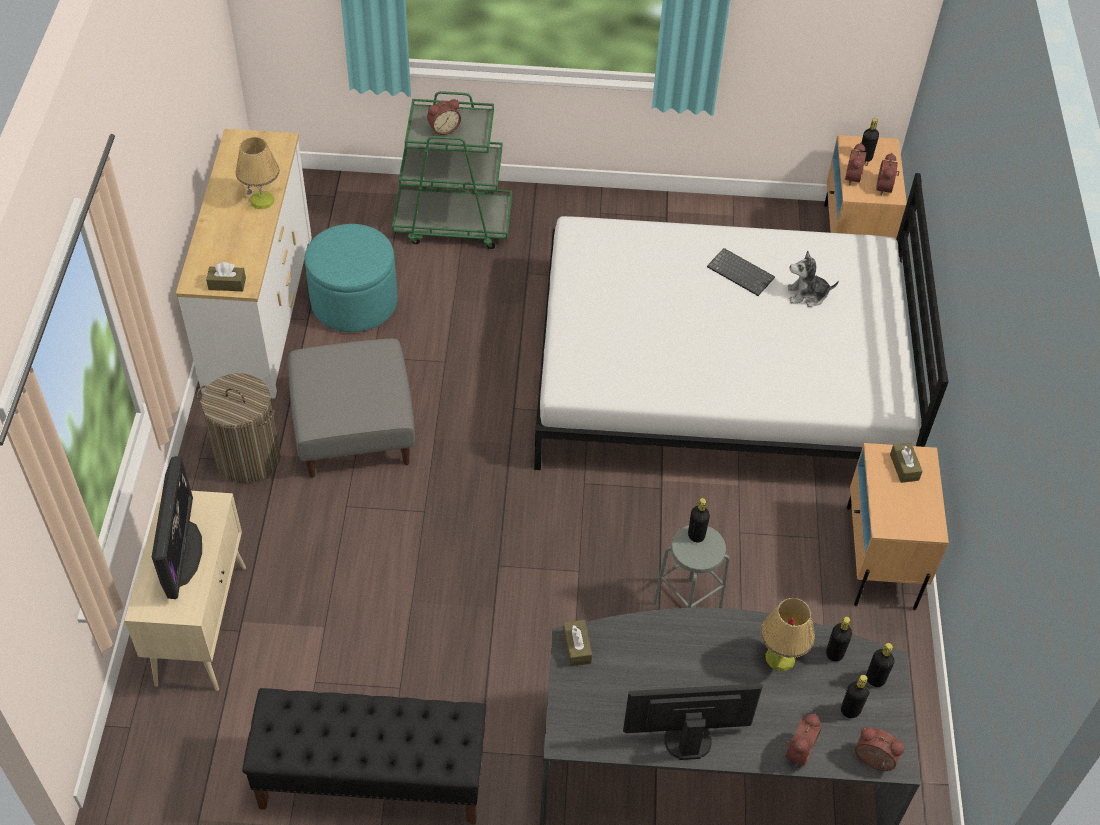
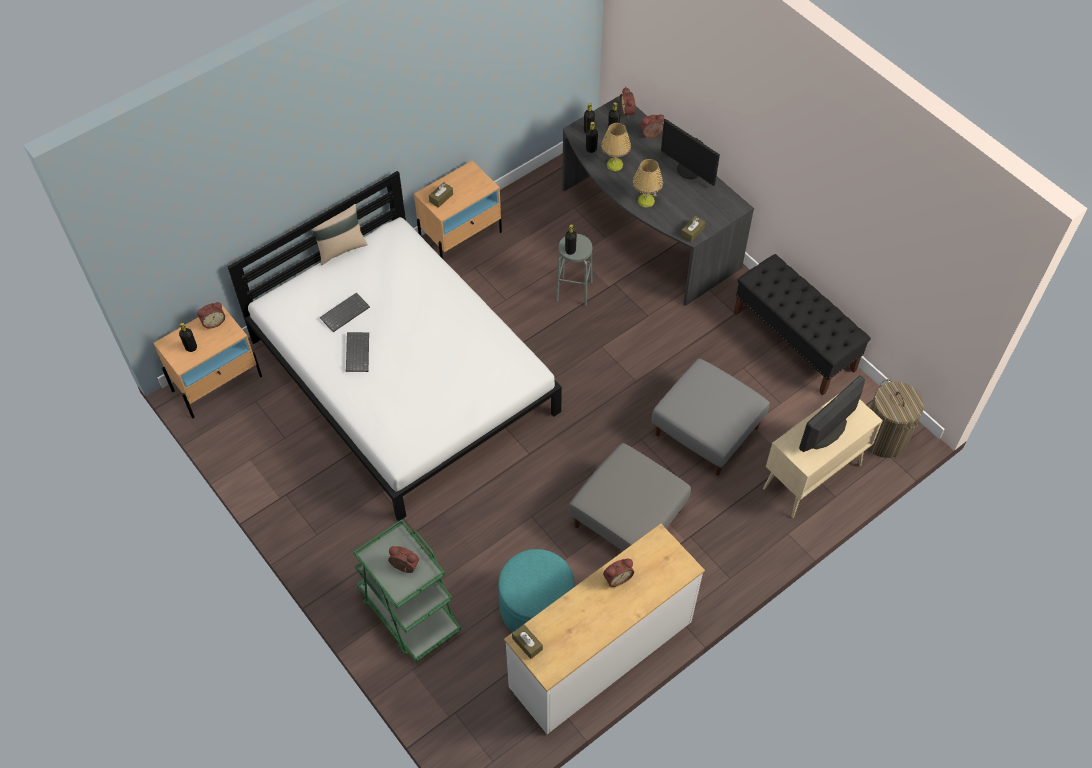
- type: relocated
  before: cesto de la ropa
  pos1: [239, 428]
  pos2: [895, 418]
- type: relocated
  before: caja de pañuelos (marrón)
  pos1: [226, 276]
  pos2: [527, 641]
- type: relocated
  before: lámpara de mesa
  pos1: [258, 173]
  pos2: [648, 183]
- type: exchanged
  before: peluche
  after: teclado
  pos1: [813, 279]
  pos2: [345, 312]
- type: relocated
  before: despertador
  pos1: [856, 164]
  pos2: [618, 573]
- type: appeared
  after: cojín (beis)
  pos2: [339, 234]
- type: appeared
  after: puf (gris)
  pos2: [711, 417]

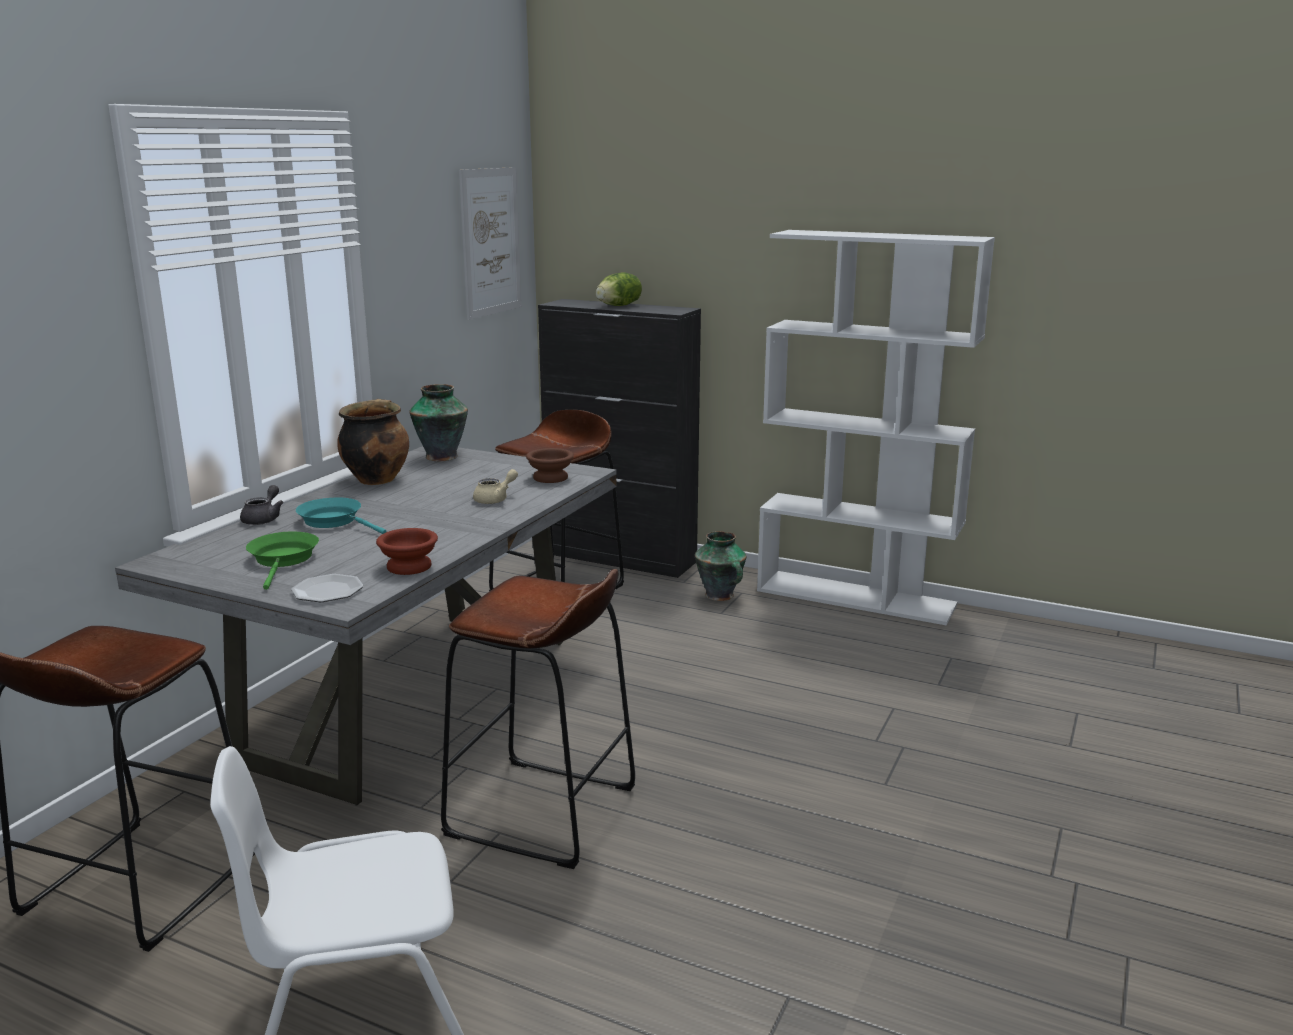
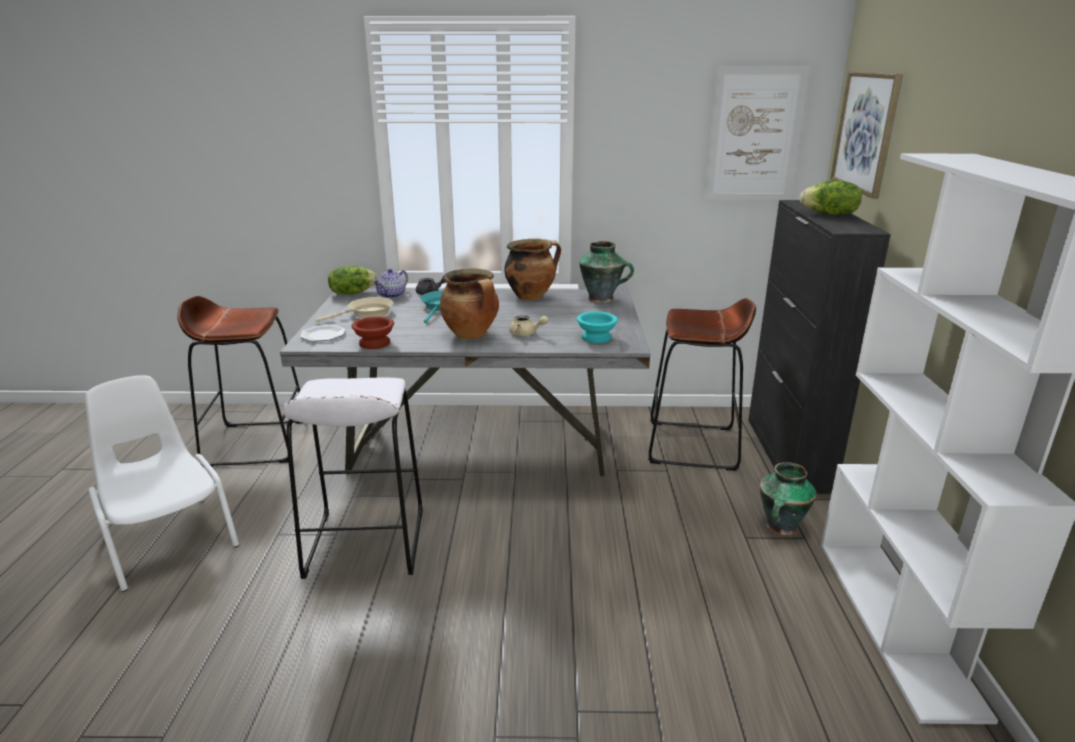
- type: colour
  before: sartén (verde)
  after: sartén (beis)
  pos1: [282, 560]
  pos2: [354, 309]
- type: colour
  before: taburete (marrón)
  after: taburete (blanco)
  pos1: [538, 719]
  pos2: [353, 478]
- type: colour
  before: cuenco (marrón)
  after: cuenco (turquesa)
  pos1: [550, 465]
  pos2: [597, 327]
- type: appeared
  after: lechuga
  pos2: [352, 280]
- type: appeared
  after: tetera
  pos2: [390, 283]
- type: appeared
  after: olla
  pos2: [469, 304]
- type: appeared
  after: cuadro
  pos2: [866, 135]

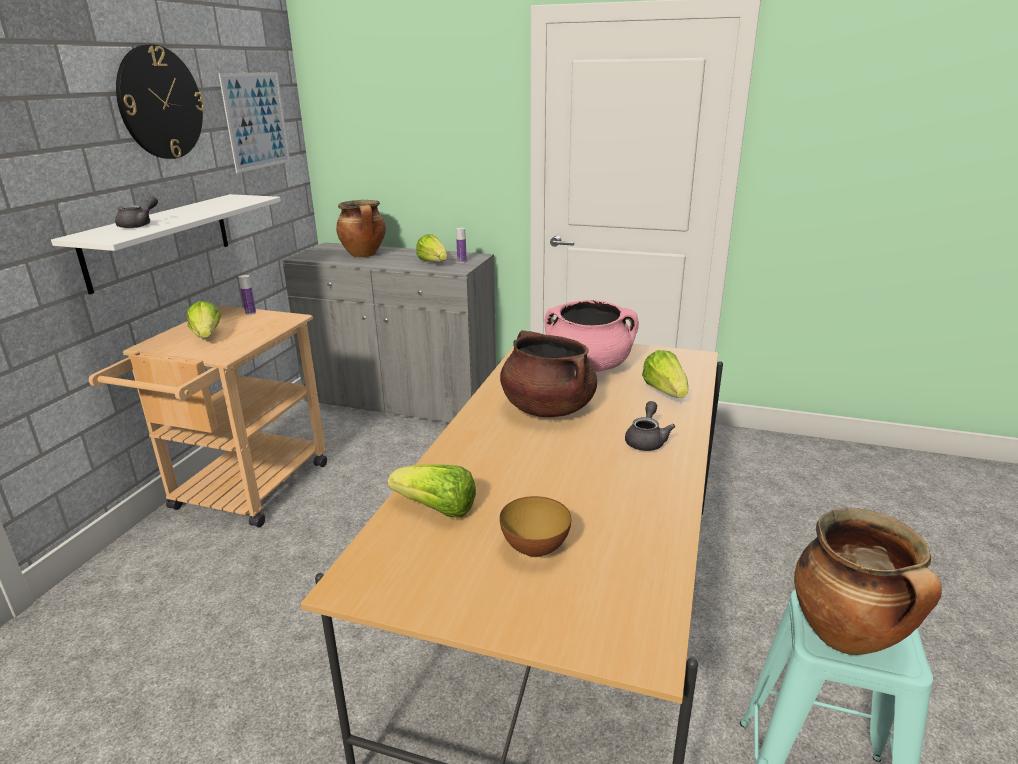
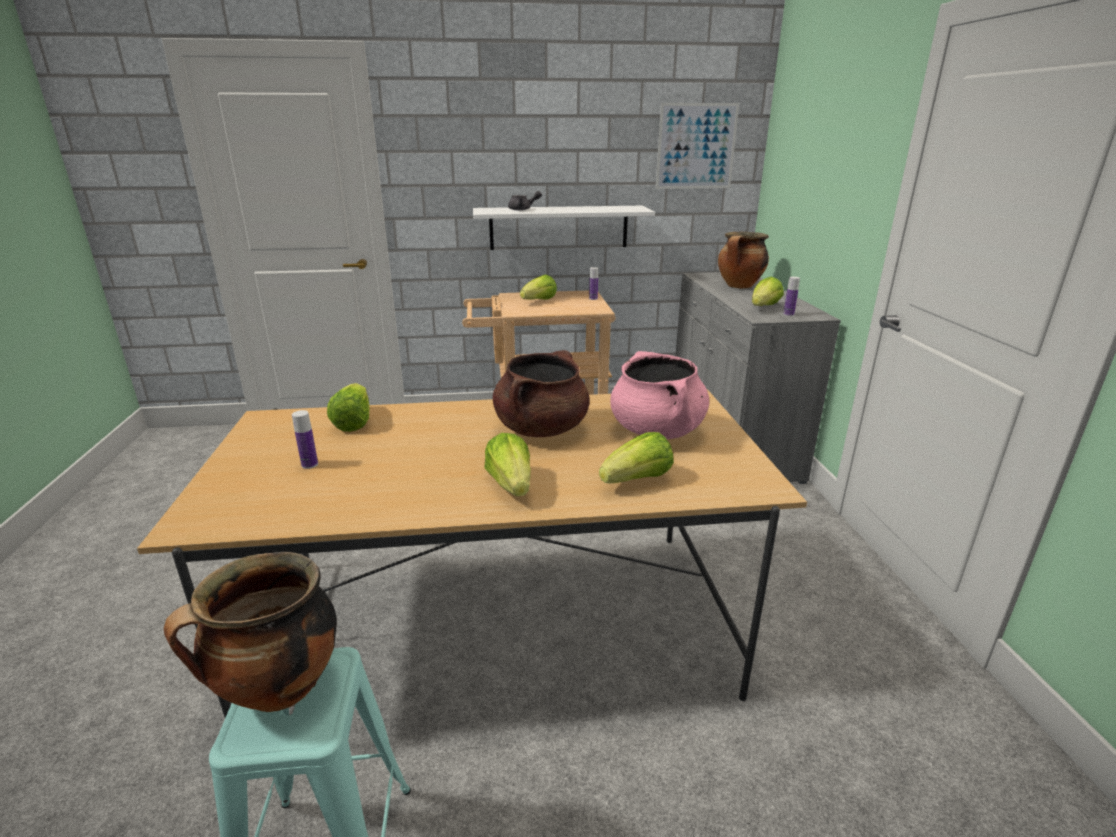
- type: missing
  before: reloj de pared
  pos1: [160, 101]
- type: exchanged
  before: cuenco
  after: botella
  pos1: [535, 526]
  pos2: [305, 439]
- type: exchanged
  before: tetera (gris)
  after: lechuga
  pos1: [650, 426]
  pos2: [507, 464]

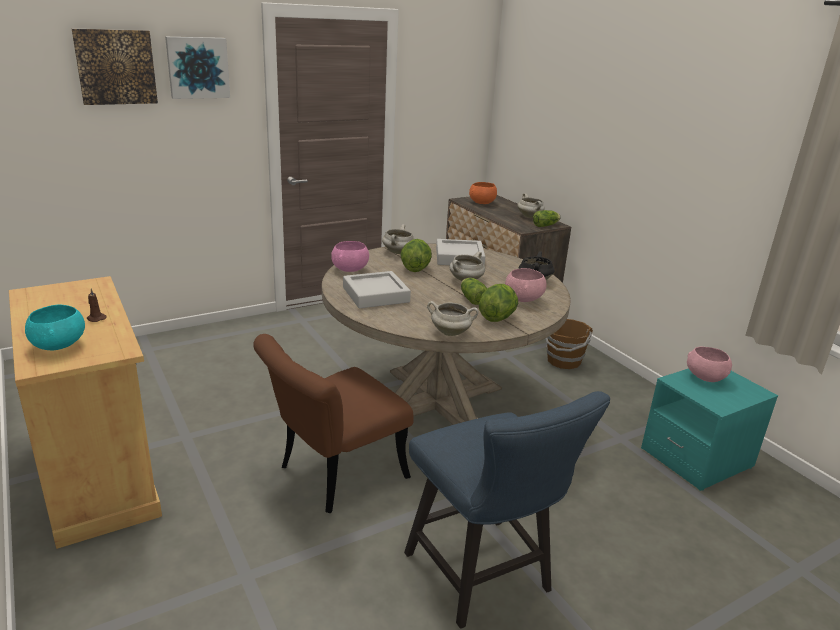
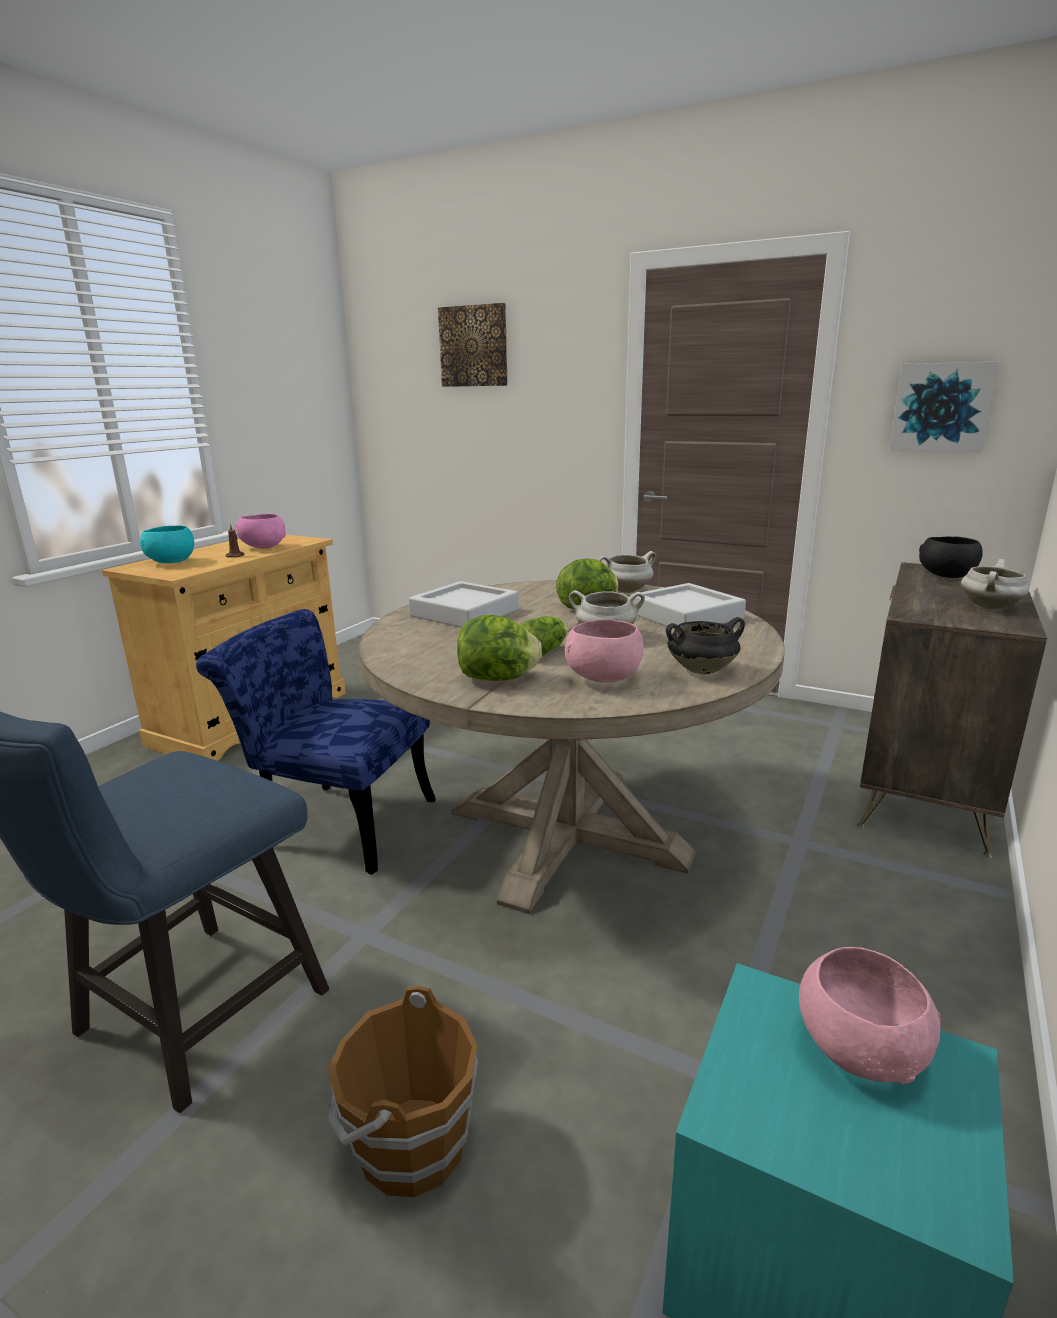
- type: relocated
  before: cuadro
  pos1: [197, 68]
  pos2: [944, 407]
- type: colour
  before: silla (marrón)
  after: silla (azul)
  pos1: [333, 423]
  pos2: [316, 742]
- type: relocated
  before: cuenco (rosa)
  pos1: [350, 256]
  pos2: [261, 531]
- type: missing
  before: olla (blanco)
  pos1: [453, 318]
- type: colour
  before: cuenco (naranja)
  after: cuenco (negro)
  pos1: [483, 193]
  pos2: [951, 557]
- type: missing
  before: lechuga
  pos1: [546, 218]
- type: relocated
  before: cubo (marrón)
  pos1: [569, 344]
  pos2: [402, 1091]

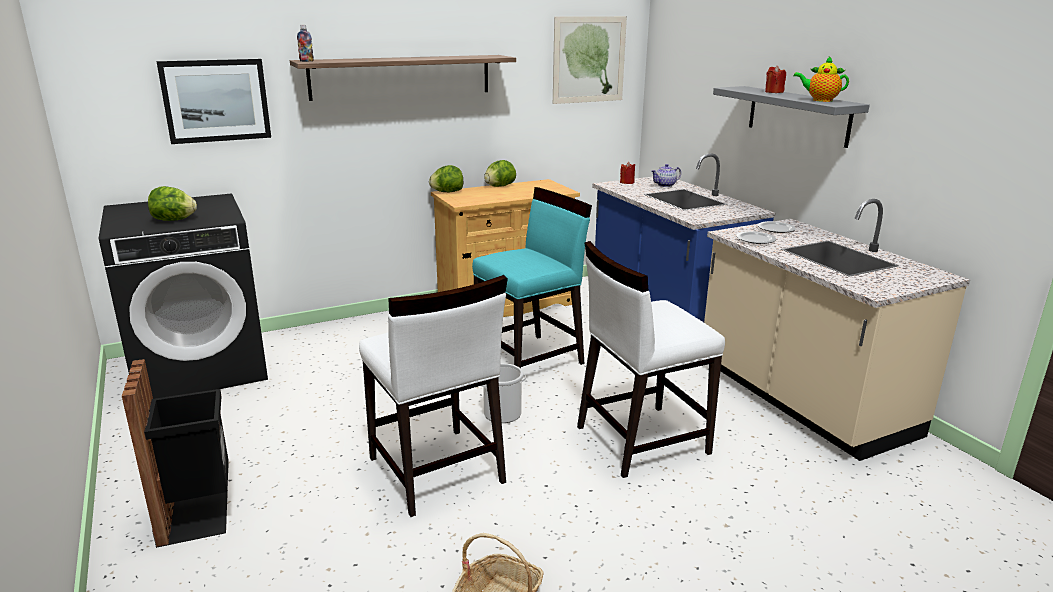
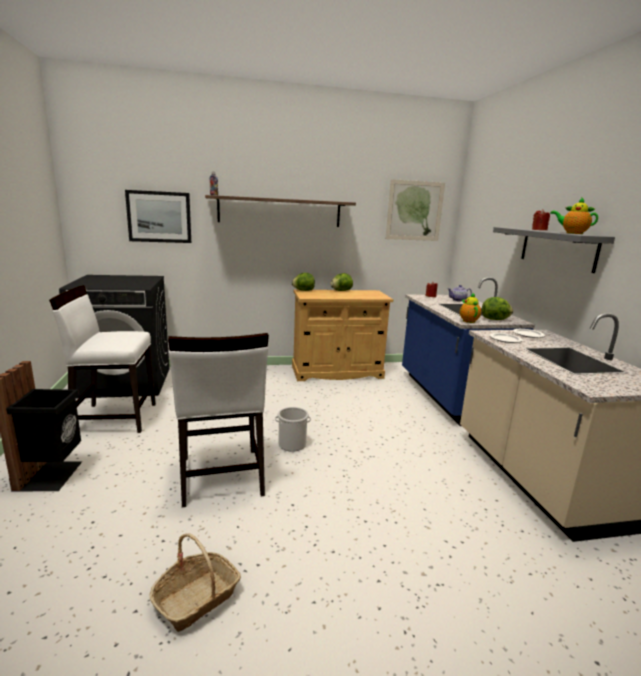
- type: relocated
  before: lechuga
  pos1: [172, 203]
  pos2: [497, 308]
- type: missing
  before: silla (turquesa)
  pos1: [532, 277]
- type: relocated
  before: silla (blanco)
  pos1: [651, 359]
  pos2: [102, 359]
- type: appeared
  after: tetera
  pos2: [470, 308]

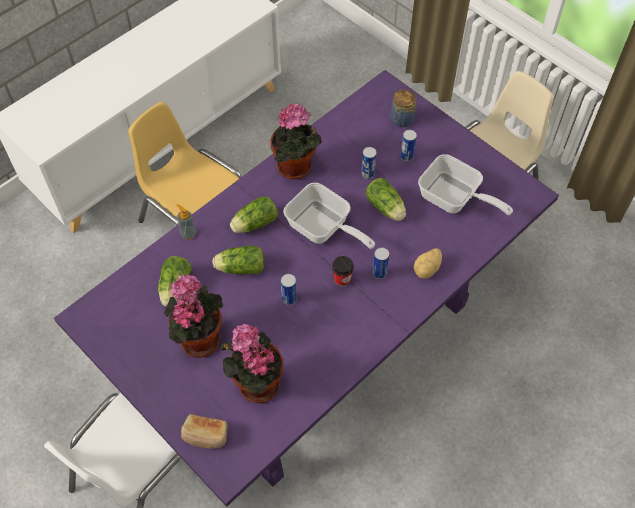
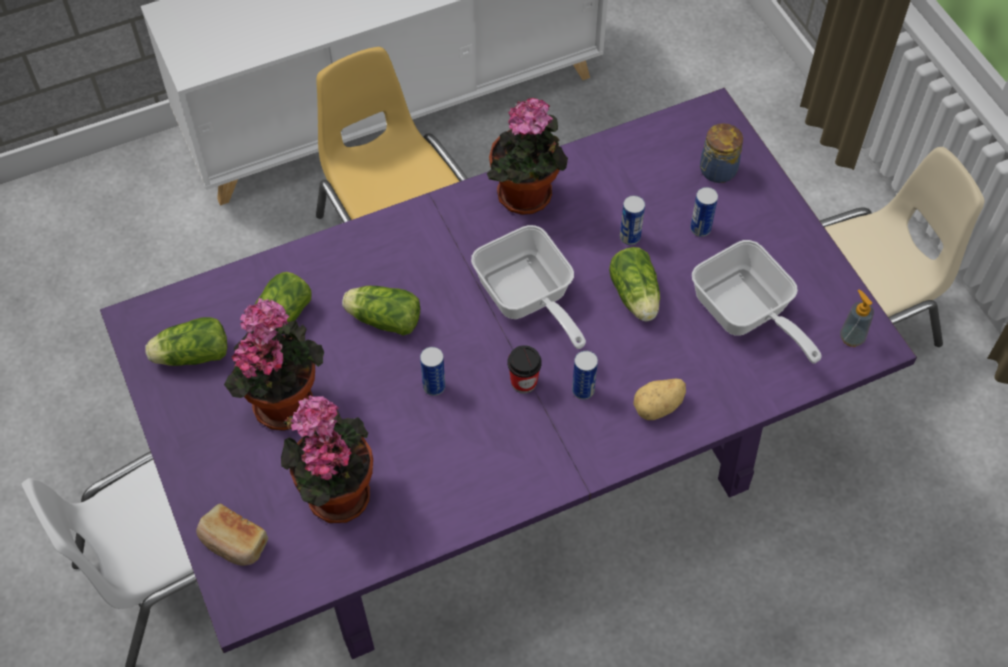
- type: relocated
  before: dispensador de jabón
  pos1: [187, 221]
  pos2: [857, 318]
- type: relocated
  before: lechuga
  pos1: [254, 215]
  pos2: [186, 341]

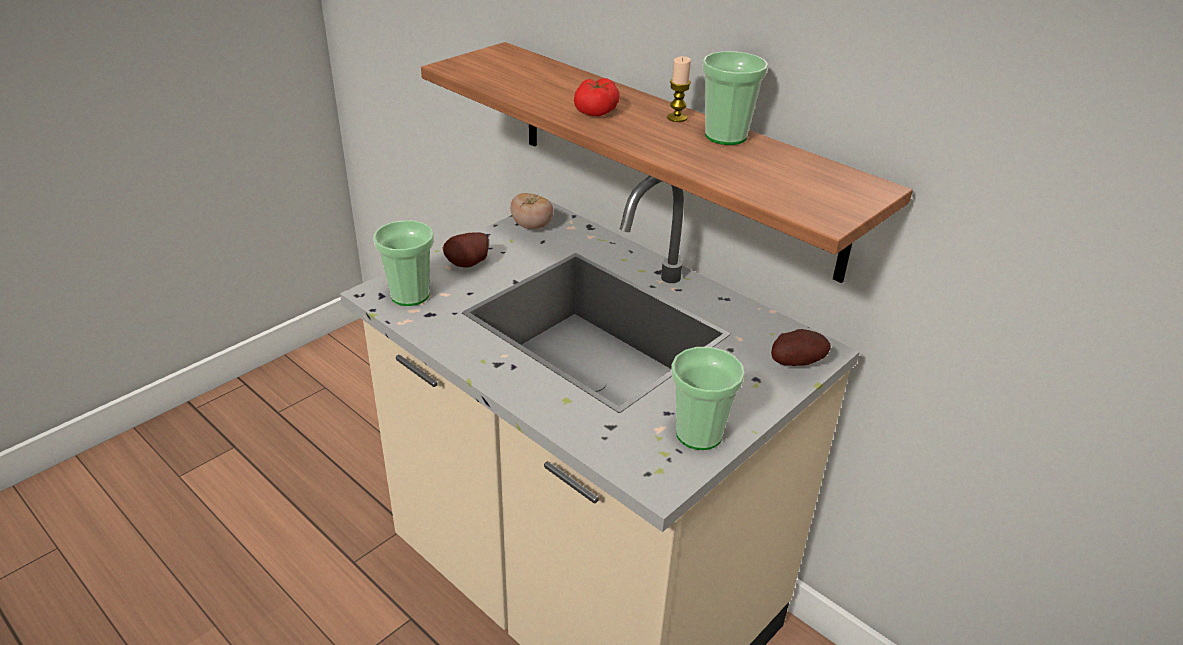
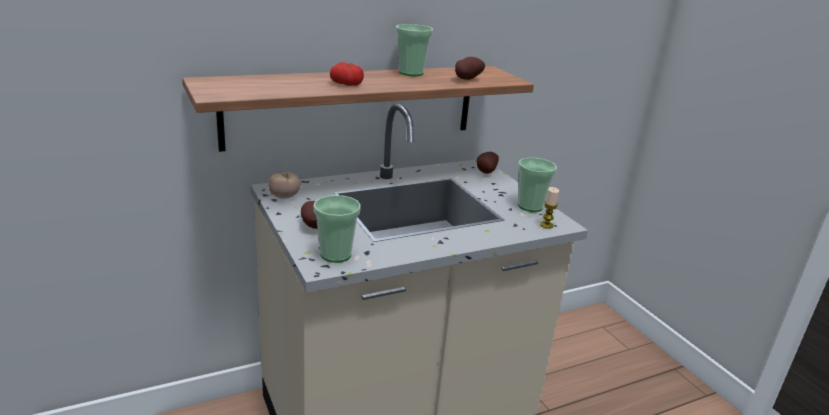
- type: relocated
  before: vela
  pos1: [679, 89]
  pos2: [549, 207]
- type: appeared
  after: patata
  pos2: [470, 68]

